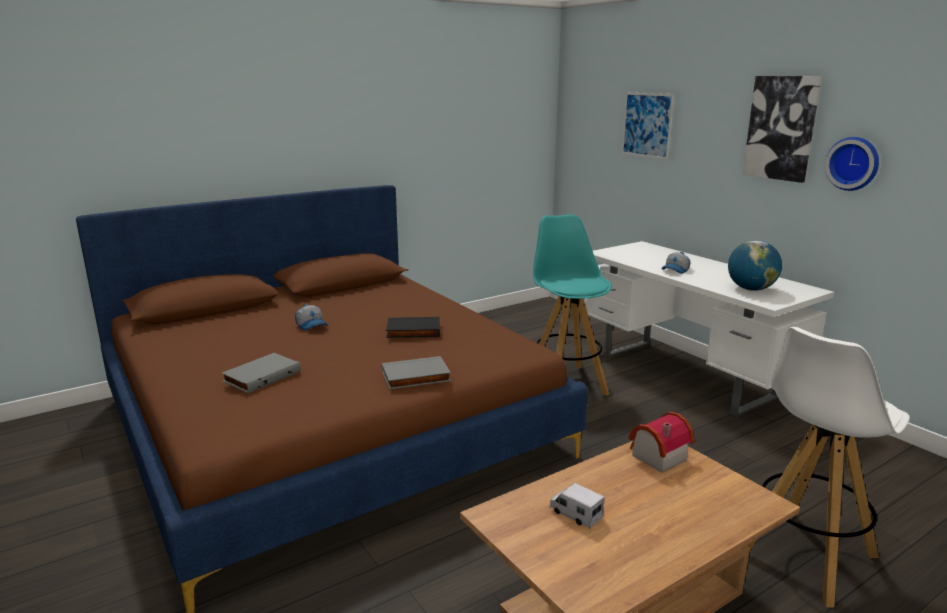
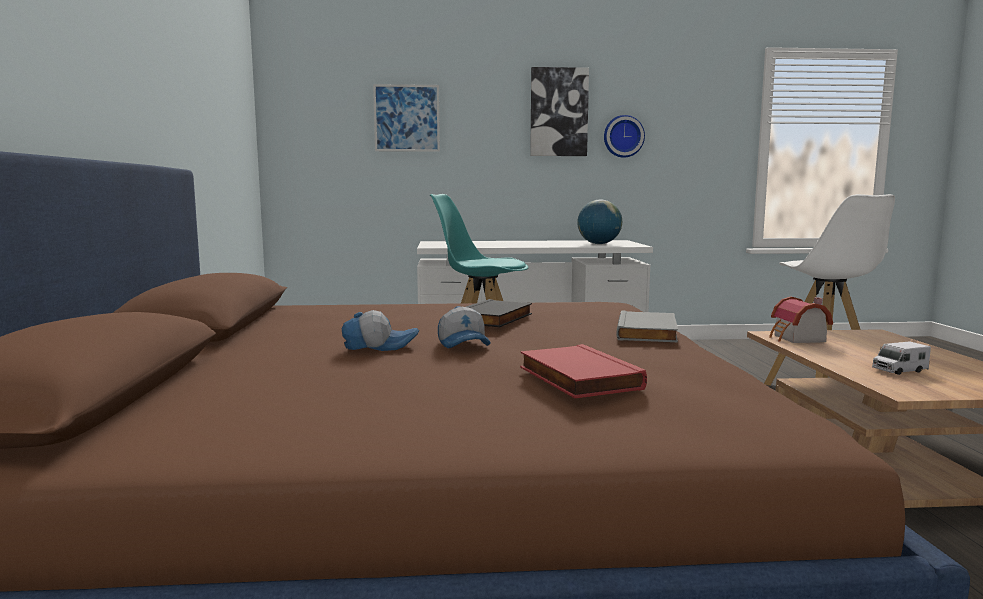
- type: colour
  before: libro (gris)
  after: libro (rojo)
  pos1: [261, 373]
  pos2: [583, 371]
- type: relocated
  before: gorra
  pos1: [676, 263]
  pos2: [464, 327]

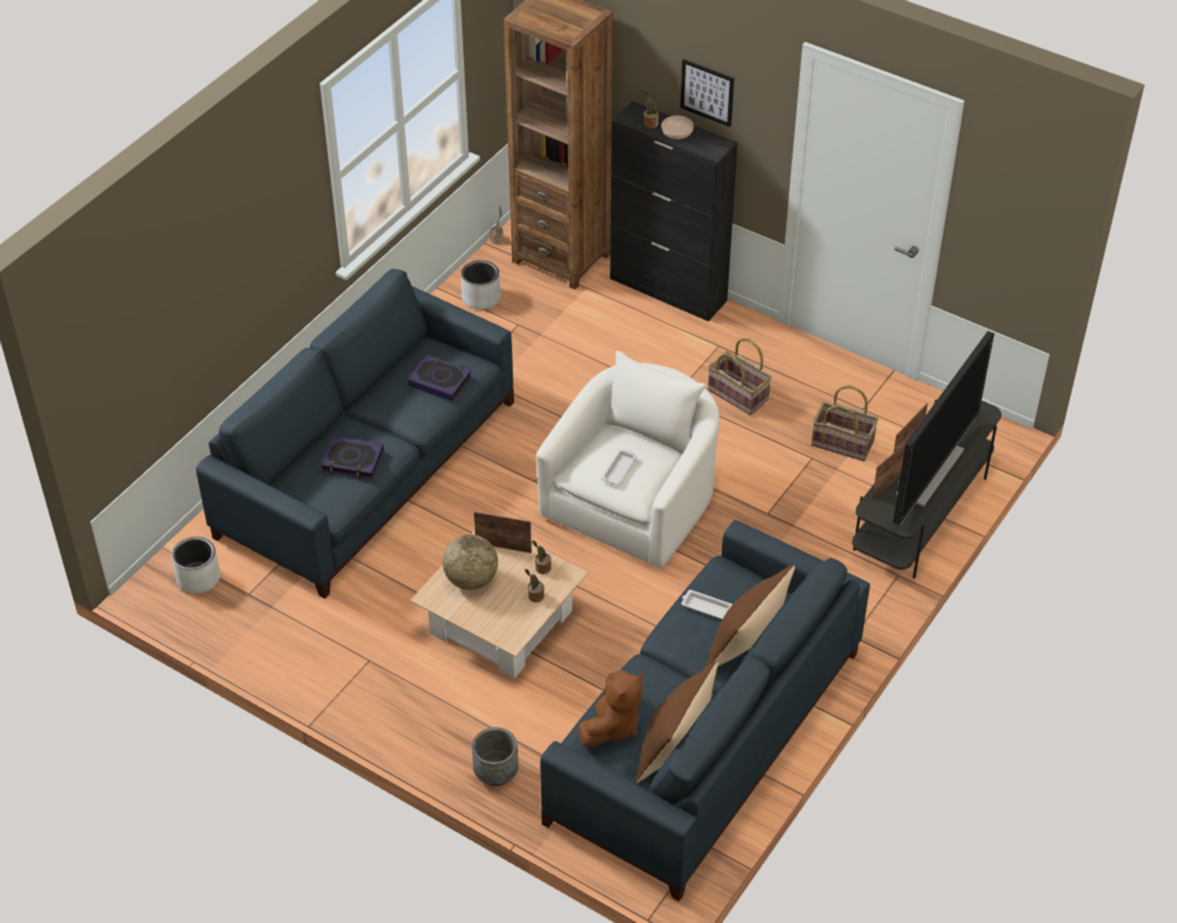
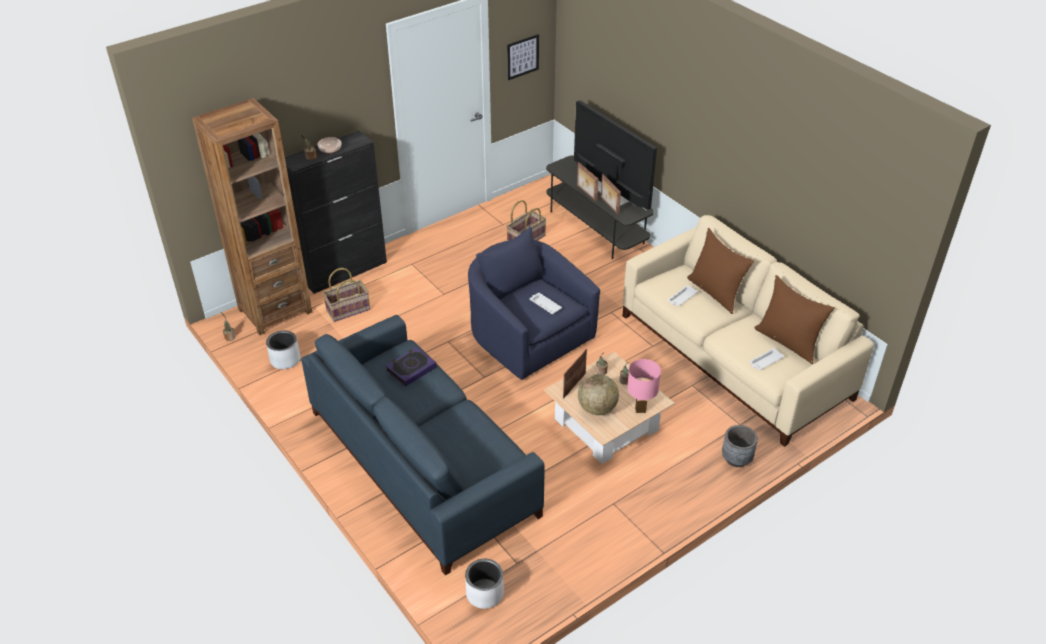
- type: missing
  before: libro
  pos1: [352, 457]
- type: colour
  before: sillón (blanco)
  after: sillón (azul)
  pos1: [627, 459]
  pos2: [534, 303]
- type: colour
  before: sofá (azul)
  after: sofá (beis)
  pos1: [705, 710]
  pos2: [748, 331]
- type: exchanged
  before: peluche (marrón)
  after: bandeja (blanco)
  pos1: [611, 708]
  pos2: [766, 359]
- type: relocated
  before: cuadro
  pos1: [707, 93]
  pos2: [523, 57]
- type: relocated
  before: cesta
  pos1: [740, 376]
  pos2: [346, 295]
- type: appeared
  after: lámpara de mesa (rosa)
  pos2: [644, 386]

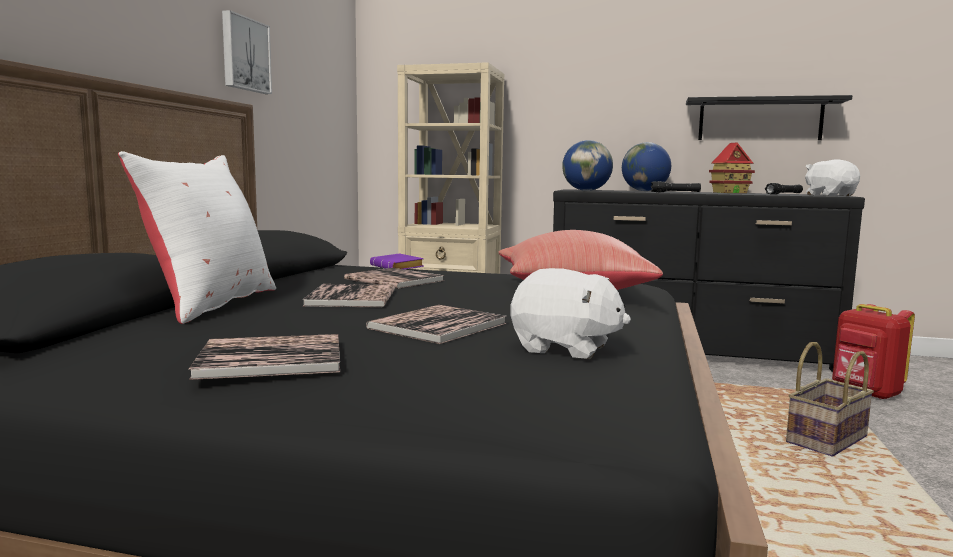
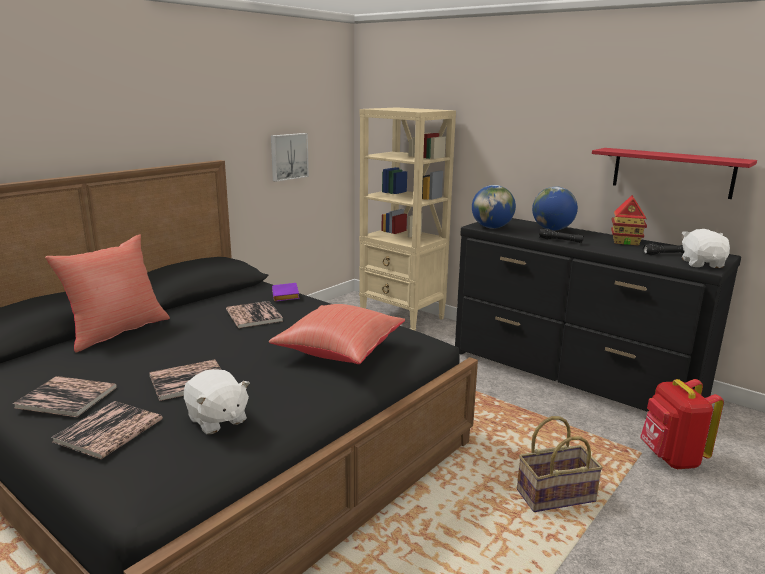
- type: colour
  before: cojín (blanco)
  after: cojín (rojo)
  pos1: [197, 237]
  pos2: [107, 293]
- type: relocated
  before: cuadro
  pos1: [247, 52]
  pos2: [290, 157]
- type: relocated
  before: libro
  pos1: [348, 295]
  pos2: [107, 430]
- type: colour
  before: estante (negro)
  after: estante (rojo)
  pos1: [769, 117]
  pos2: [674, 173]

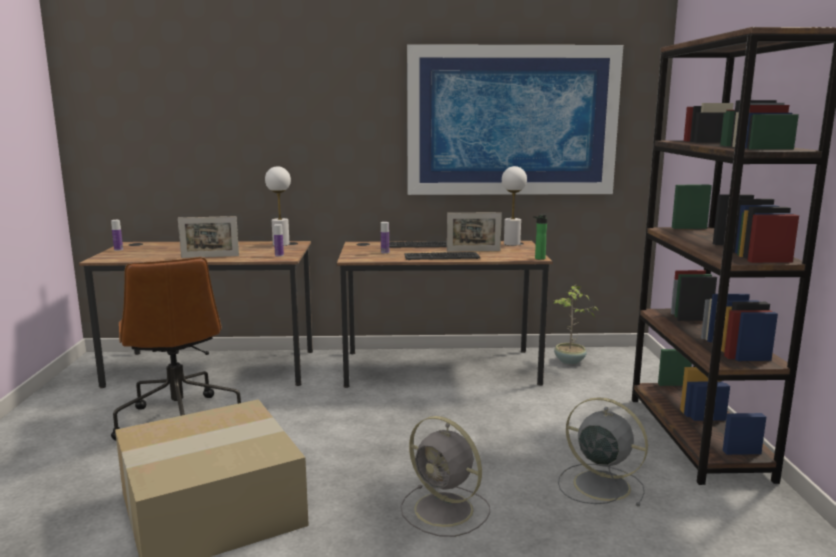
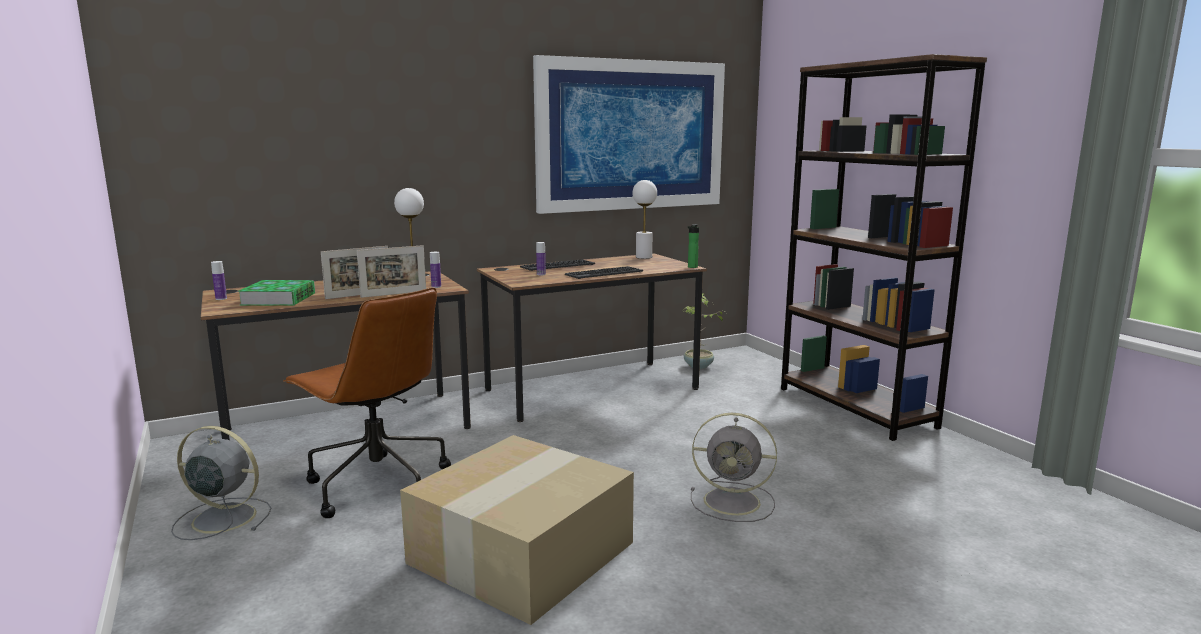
- type: relocated
  before: portarretratos
  pos1: [474, 232]
  pos2: [391, 271]
- type: relocated
  before: ventilador (gris)
  pos1: [603, 452]
  pos2: [221, 483]
- type: appeared
  after: libro
  pos2: [276, 292]

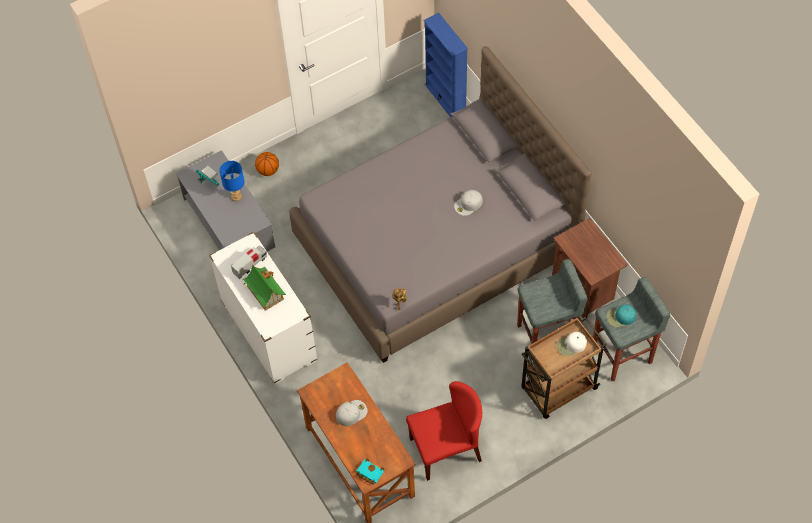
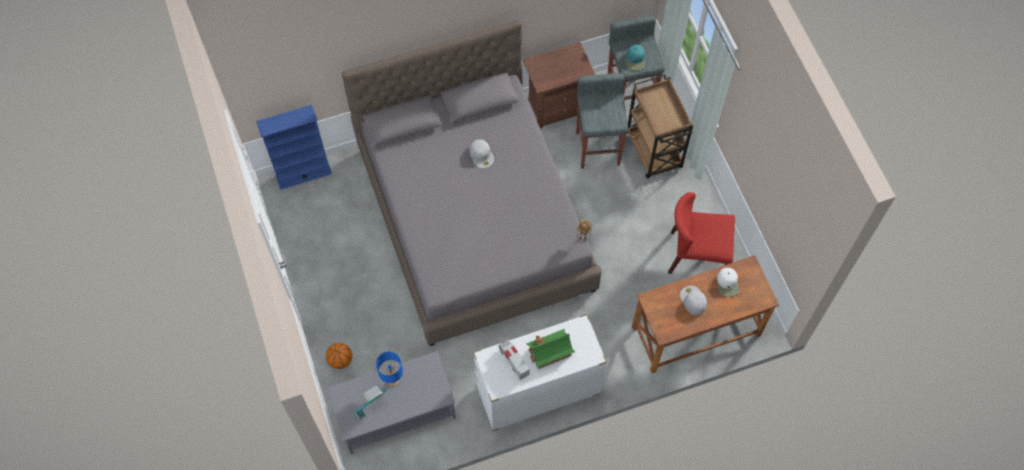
- type: missing
  before: libro (turquesa)
  pos1: [370, 471]
- type: spun
  before: silla (rojo)
  pos1: [444, 431]
  pos2: [701, 233]
  turn: -75
- type: relocated
  before: gorra (blanco)
  pos1: [572, 344]
  pos2: [728, 282]

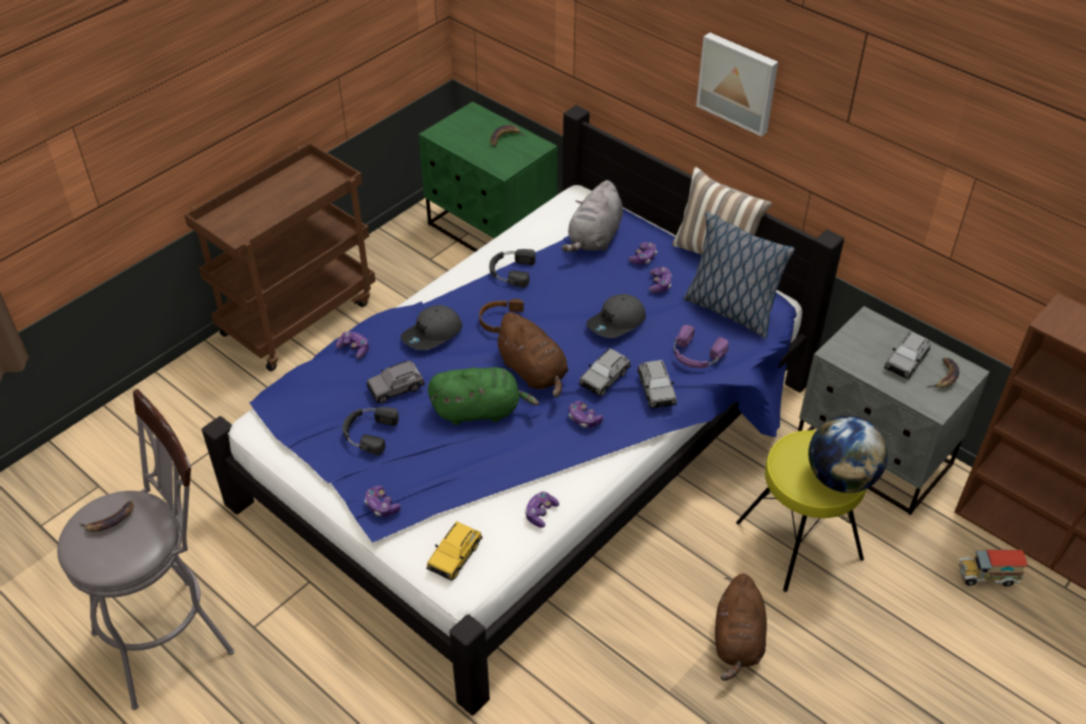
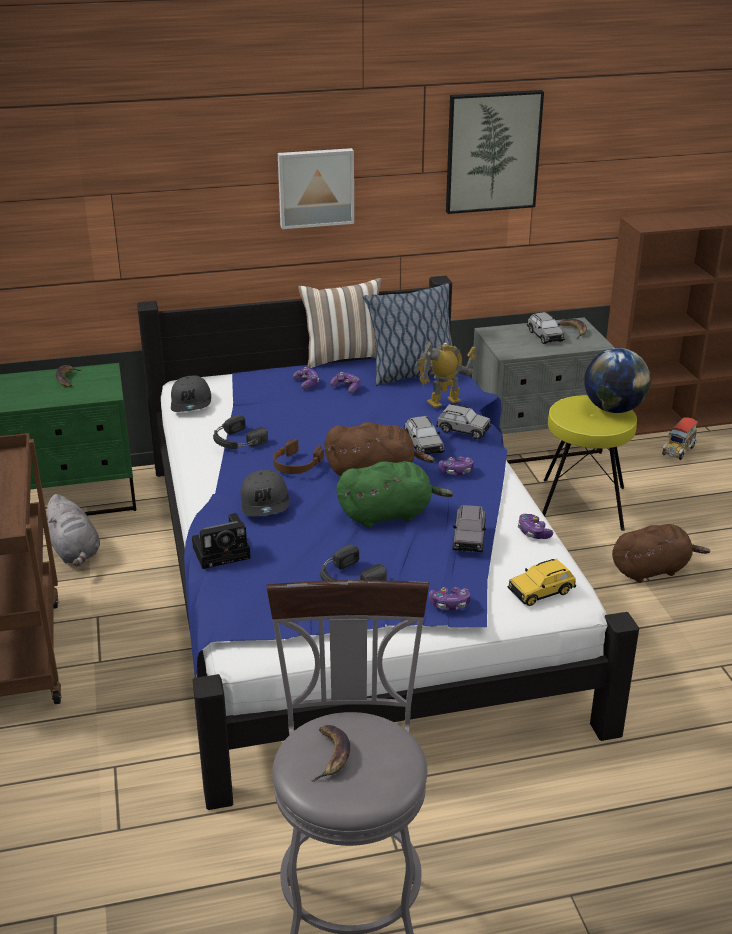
- type: exchanged
  before: mando de consola
  after: cámara
  pos1: [352, 345]
  pos2: [221, 541]
- type: relocated
  before: coche de juguete (gris)
  pos1: [396, 382]
  pos2: [469, 528]
- type: spun
  before: coche de juguete (amarillo)
  pos1: [454, 551]
  pos2: [542, 582]
  turn: 90
- type: spun
  before: peluche (verde)
  pos1: [483, 396]
  pos2: [395, 494]
  turn: 45
- type: relocated
  before: peluche (gris)
  pos1: [592, 216]
  pos2: [72, 530]
- type: relocated
  before: gorra (gris)
  pos1: [616, 316]
  pos2: [191, 394]
- type: exchanged
  before: auriculares (morado)
  after: robot de juguete
  pos1: [701, 346]
  pos2: [445, 375]
- type: spun
  before: peluche (marrón)
  pos1: [741, 627]
  pos2: [661, 553]
  turn: -60
- type: appeared
  after: cuadro
  pos2: [495, 152]

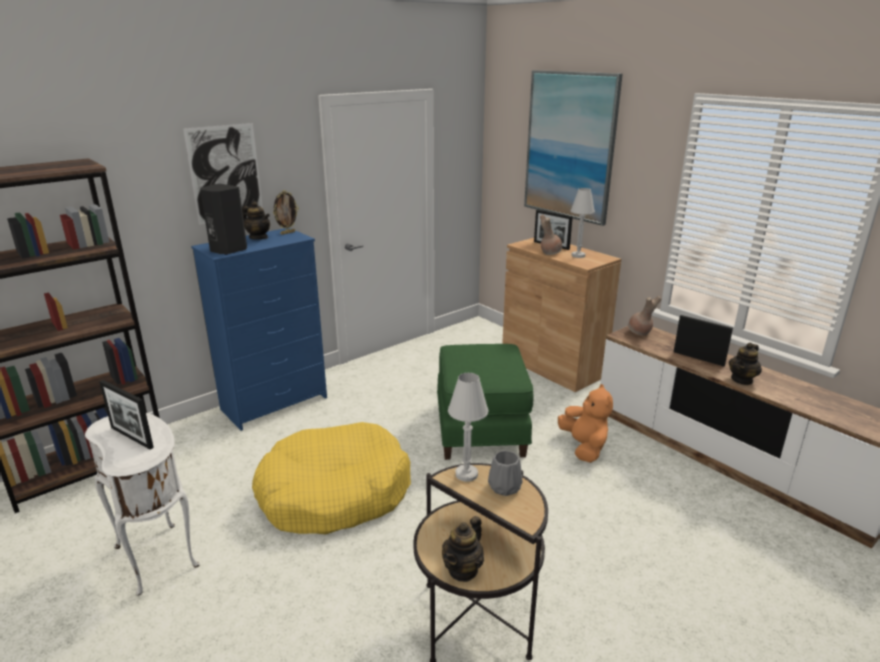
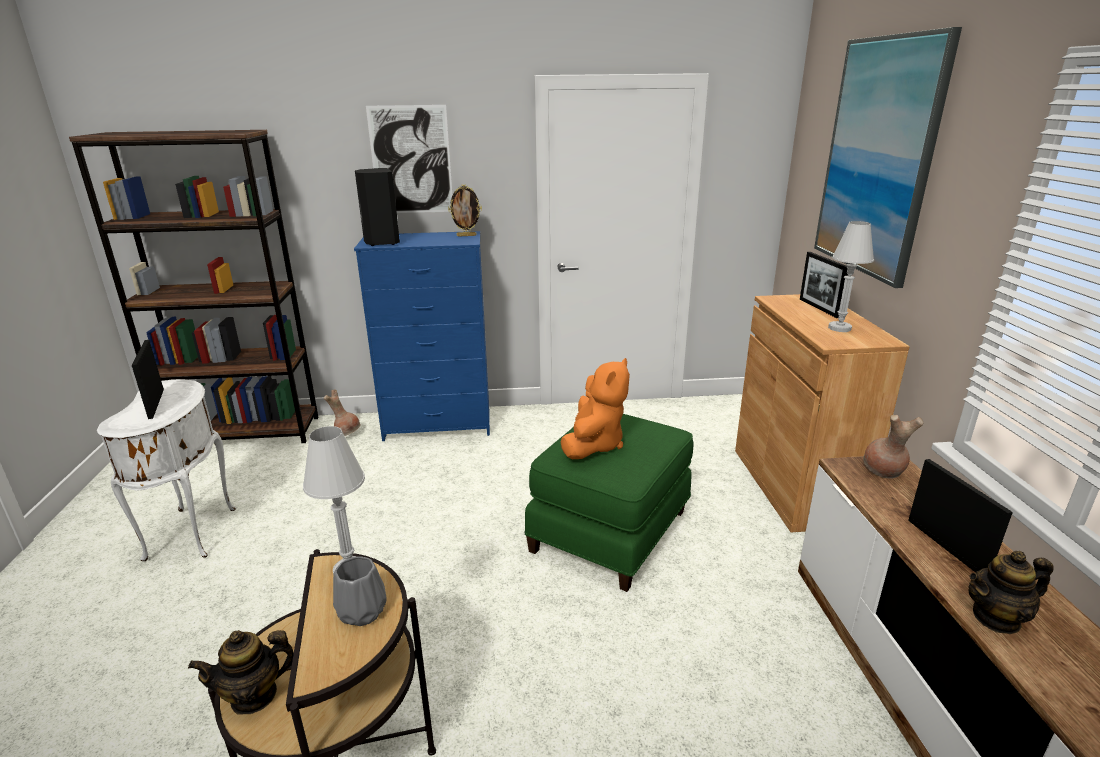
- type: missing
  before: tetera
  pos1: [256, 220]
- type: missing
  before: cama para perro (amarillo)
  pos1: [331, 478]
- type: relocated
  before: florero (marrón)
  pos1: [551, 235]
  pos2: [342, 413]
- type: relocated
  before: peluche (naranja)
  pos1: [585, 423]
  pos2: [595, 408]

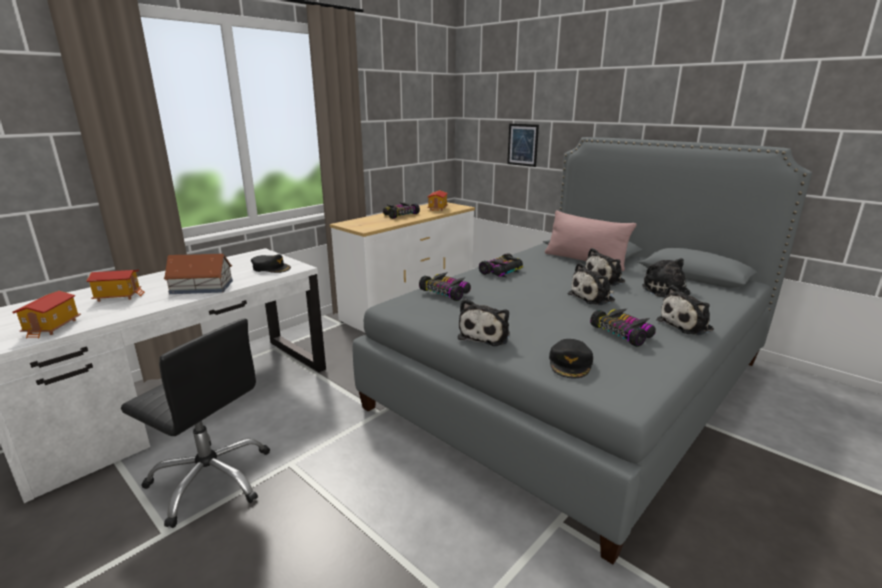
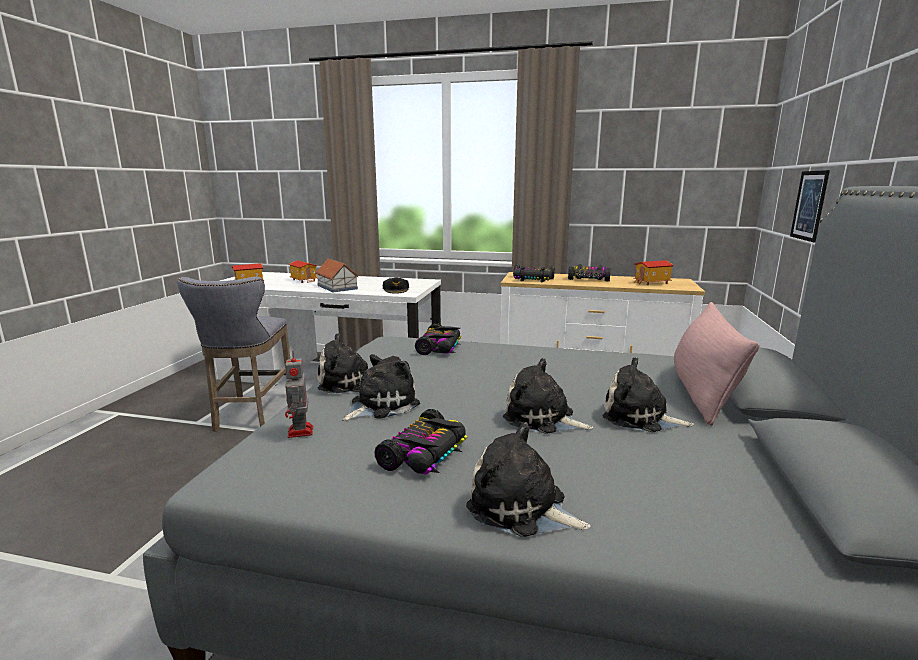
- type: exchanged
  before: silla de oficina (negro)
  after: taburete (gris)
  pos1: [195, 423]
  pos2: [233, 354]
- type: relocated
  before: coche de juguete
  pos1: [501, 265]
  pos2: [534, 274]
- type: exchanged
  before: gorra (negro)
  after: robot de juguete
  pos1: [571, 358]
  pos2: [299, 394]
- type: relocated
  before: peluche
  pos1: [666, 277]
  pos2: [381, 387]

